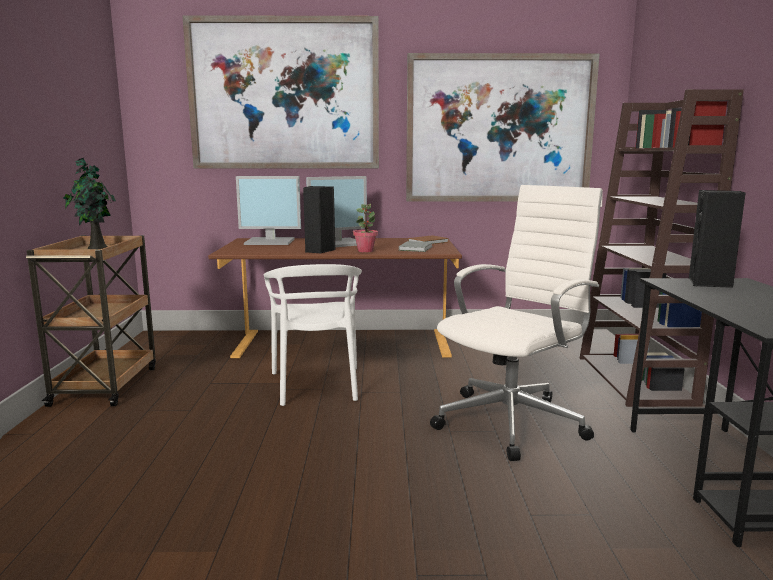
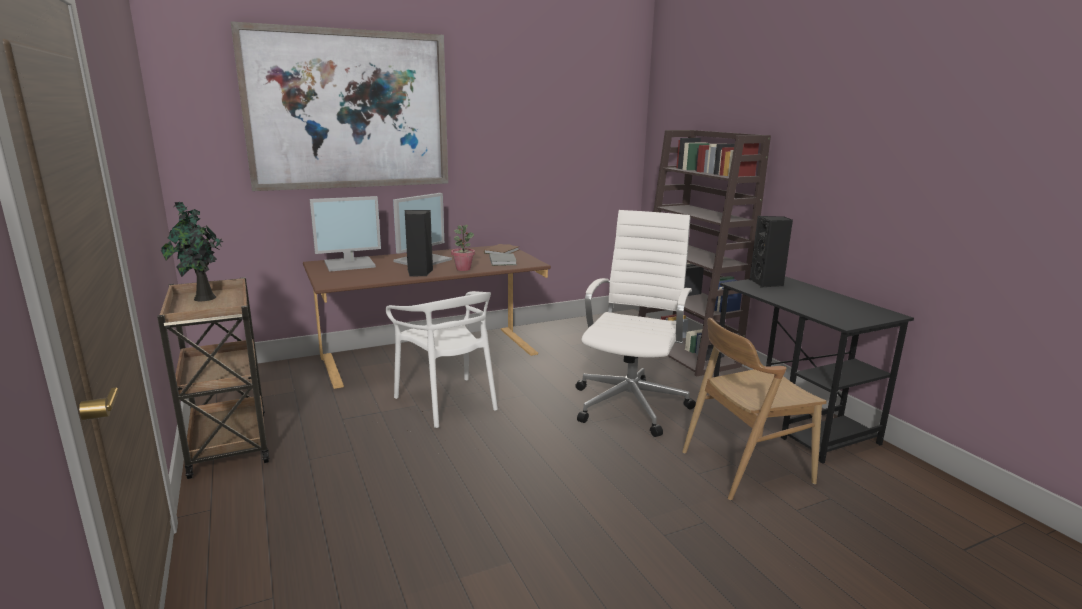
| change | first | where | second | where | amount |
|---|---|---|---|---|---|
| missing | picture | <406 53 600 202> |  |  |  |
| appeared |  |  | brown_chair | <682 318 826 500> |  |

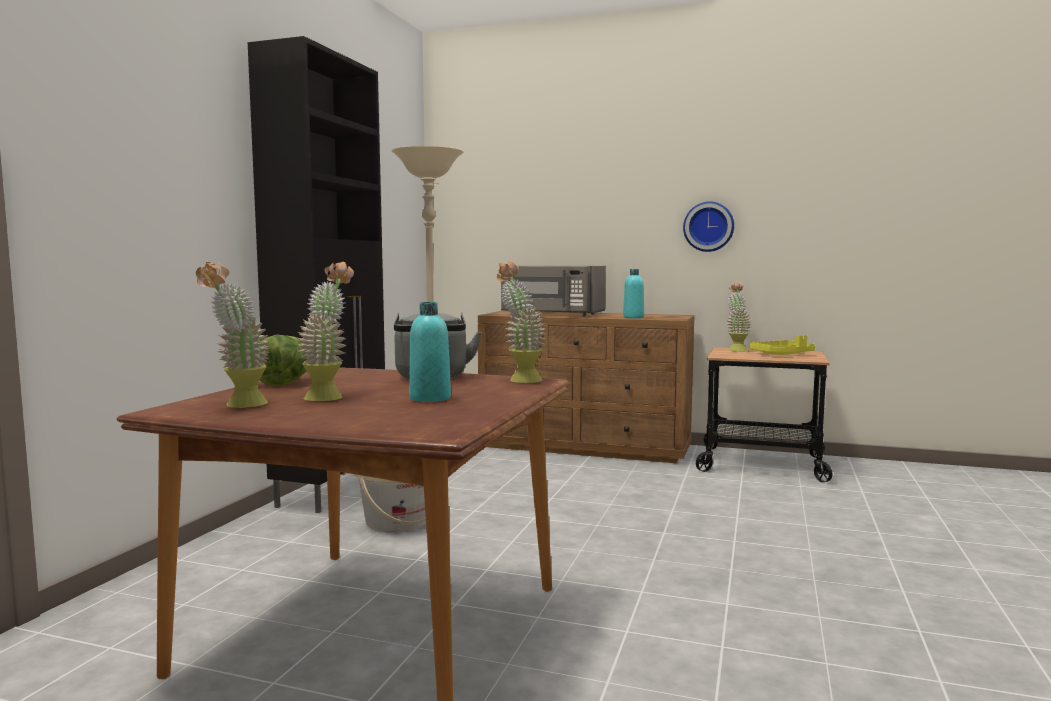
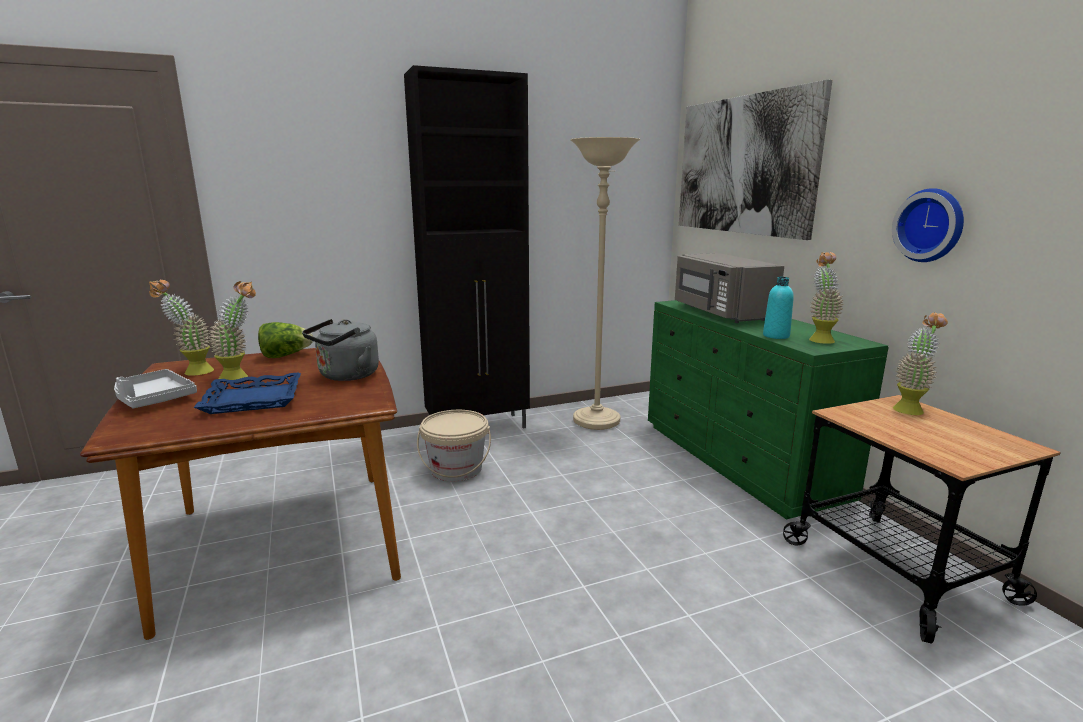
| change | first | where | second | where | amount |
|---|---|---|---|---|---|
| exchanged | turquoise_bottle | <409 302 451 402> | blue_tray | <194 373 301 414> |  |
| colour | brown_dresser | <478 311 694 463> | green_dresser | <648 300 889 520> |  |
| relocated | potted_plant | <497 261 547 383> |  | <809 252 844 344> |  |
| missing | yellow_tray | <750 335 815 355> |  |  |  |
| appeared |  |  | grey_tray | <114 369 197 408> |  |
| appeared |  |  | picture | <679 80 832 240> |  |

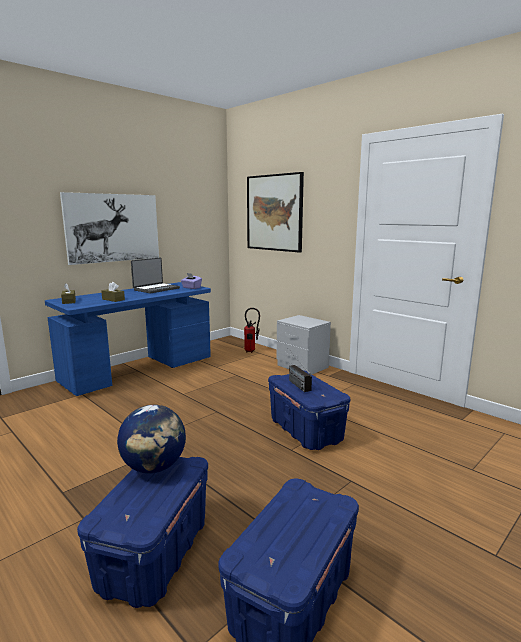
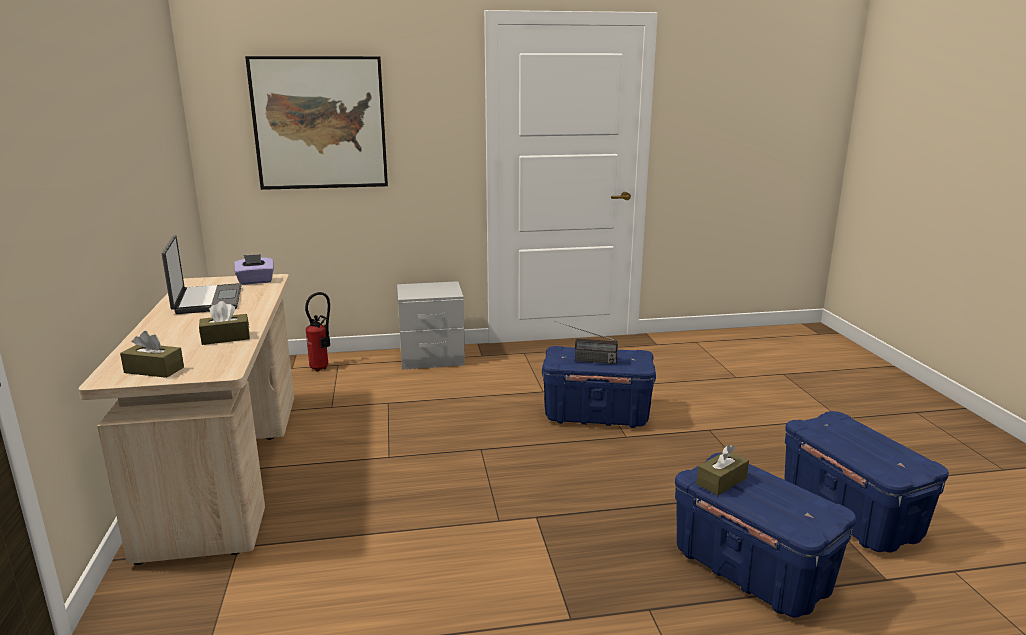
| change | first | where | second | where | amount |
|---|---|---|---|---|---|
| colour | blue_desk | <45 282 211 396> | beige_desk | <78 274 294 565> |  |
| missing | picture | <60 192 159 265> |  |  |  |
| exchanged | globe | <117 405 186 474> | brown_tissue_box | <697 445 749 495> |  |

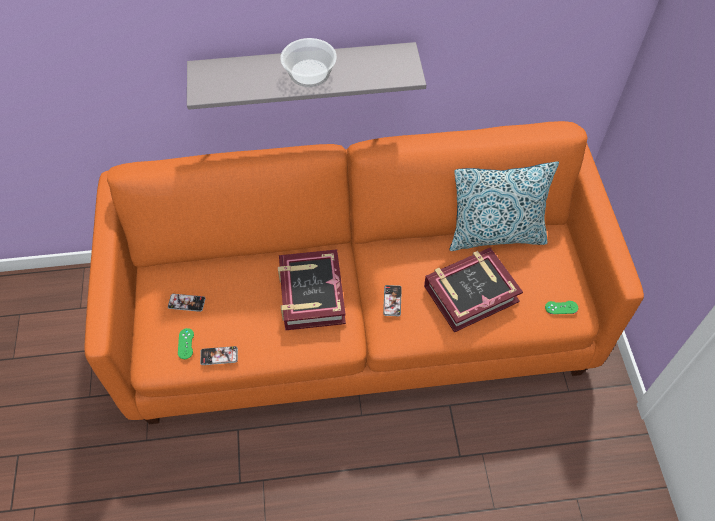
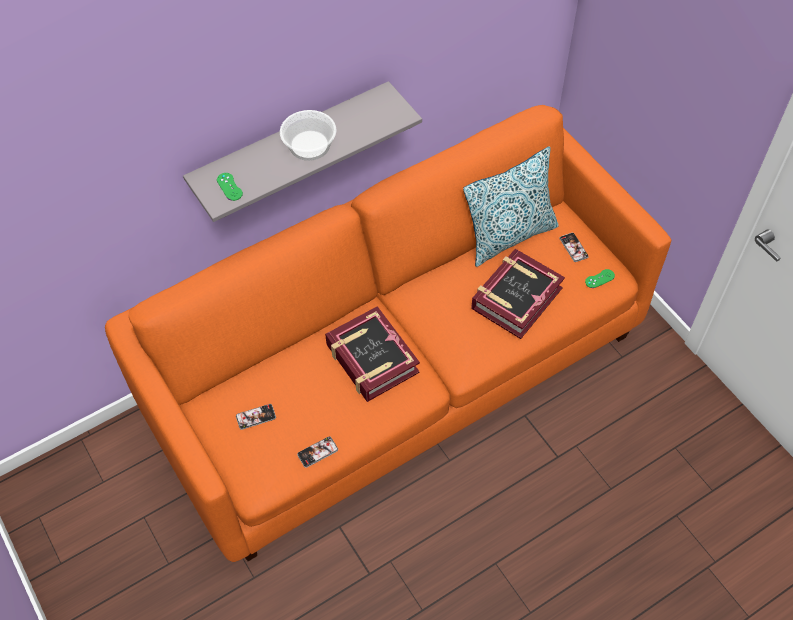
| change | first | where | second | where | amount |
|---|---|---|---|---|---|
| relocated | green_game_controller | <178 328 194 359> |  | <217 173 243 201> |  |
| relocated | phone | <383 285 402 316> |  | <559 233 589 262> |  |

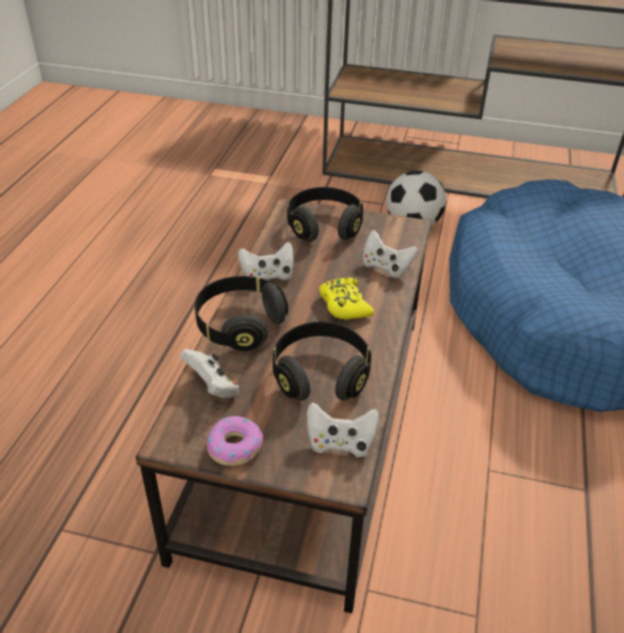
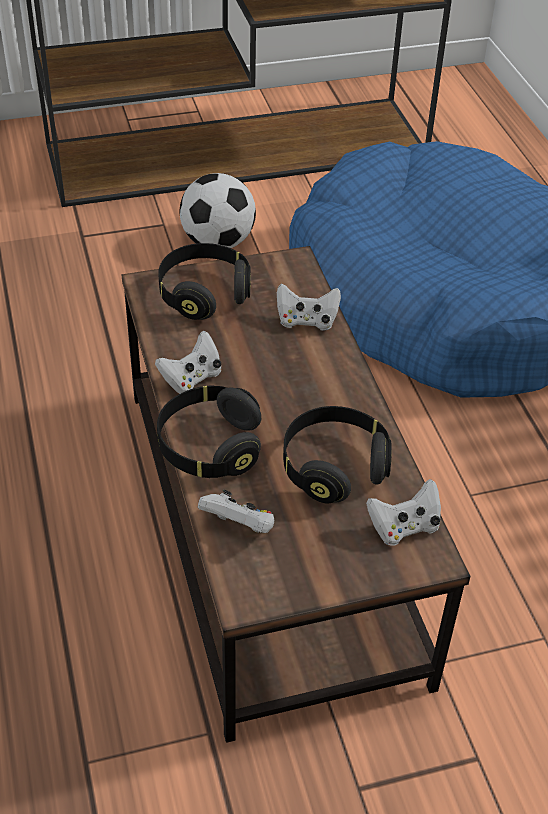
| change | first | where | second | where | amount |
|---|---|---|---|---|---|
| missing | donut | <207 416 263 466> |  |  |  |
| missing | yellow_game_controller | <319 278 374 320> |  |  |  |

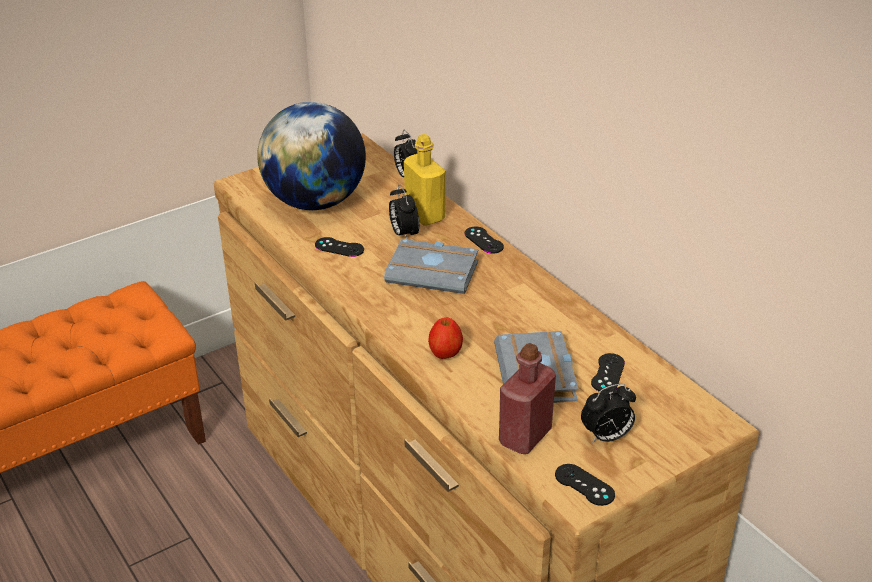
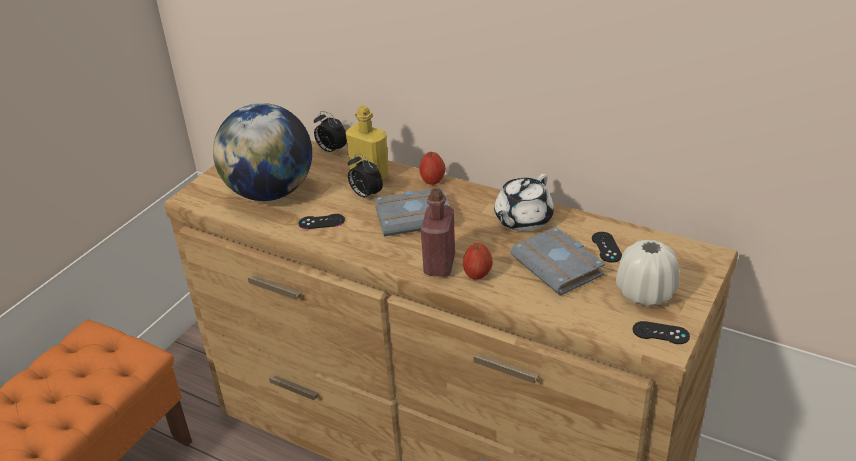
| change | first | where | second | where | amount |
|---|---|---|---|---|---|
| exchanged | black_game_controller | <464 226 504 254> | apple | <420 152 446 185> |  |
| relocated | red_bottle | <499 343 556 454> |  | <421 188 455 277> |  |
| exchanged | alarm_clock | <581 383 636 443> | white_vase | <616 240 680 306> |  |
| appeared |  |  | white_teapot | <494 174 554 231> |  |

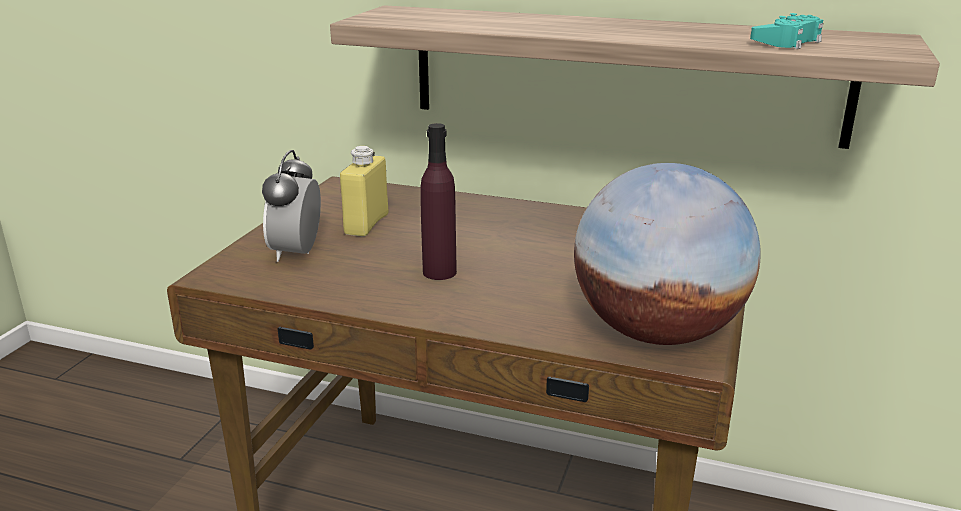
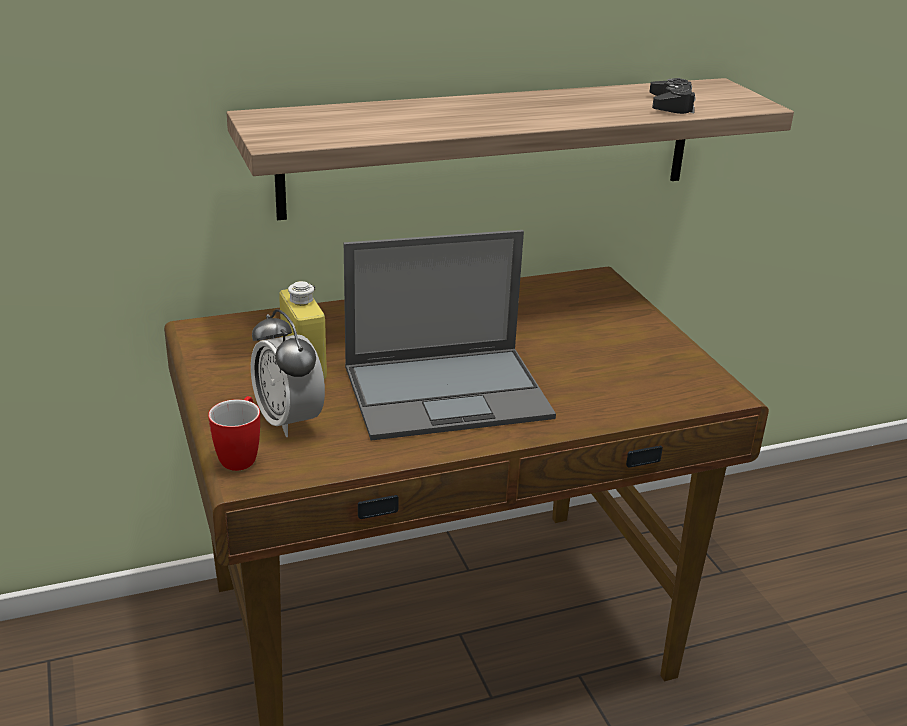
| change | first | where | second | where | amount |
|---|---|---|---|---|---|
| exchanged | purple_bottle | <420 123 457 280> | laptop | <344 230 556 441> |  |
| missing | globe | <574 163 761 345> |  |  |  |
| colour | turquoise_game_controller | <750 13 823 49> | black_game_controller | <649 78 696 114> |  |
| appeared |  |  | mug | <208 396 260 471> |  |

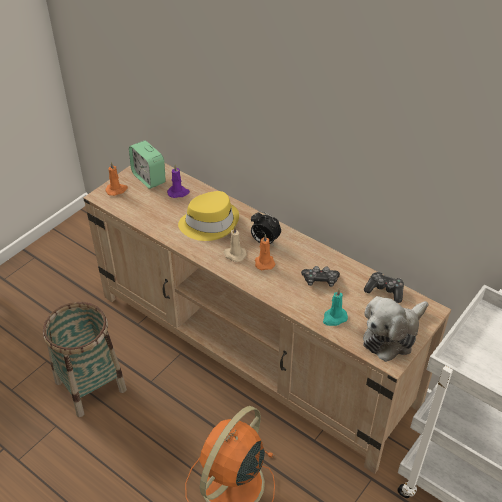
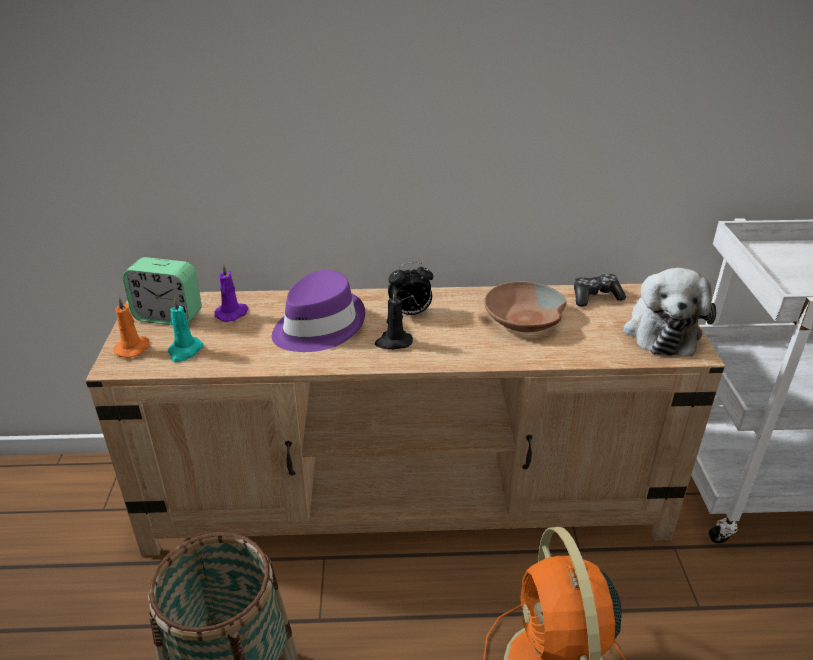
| change | first | where | second | where | amount |
|---|---|---|---|---|---|
| colour | yellow_hat | <178 191 239 241> | purple_hat | <272 270 365 352> |  |
| colour | beige_candle | <223 226 247 262> | black_candle | <375 289 413 350> |  |
| missing | orange_candle | <255 234 276 270> |  |  |  |
| exchanged | game_controller | <301 266 340 287> | brown_bowl | <484 281 567 332> |  |
| relocated | turquoise_candle | <323 289 348 326> |  | <168 297 203 362> |  |

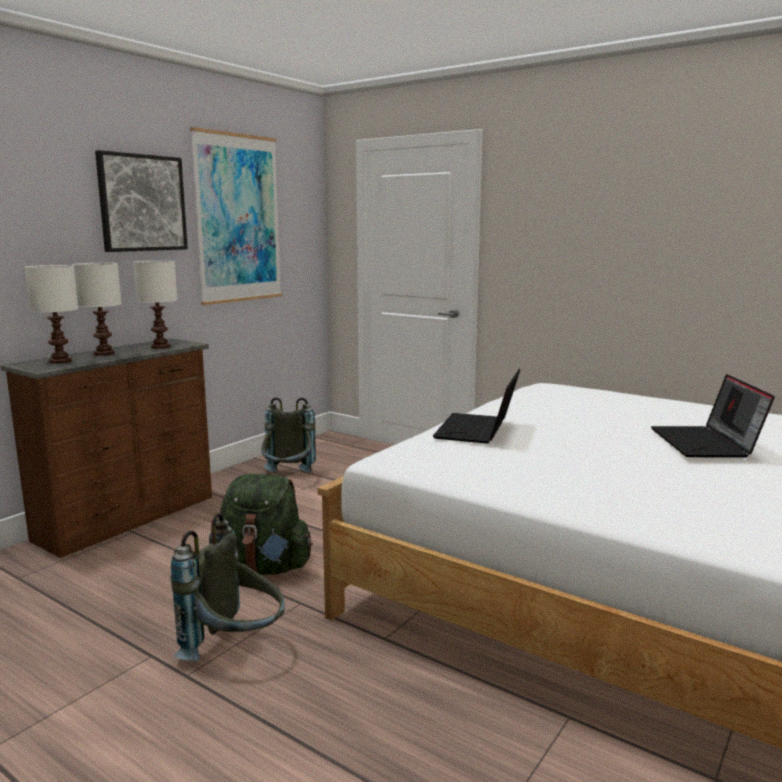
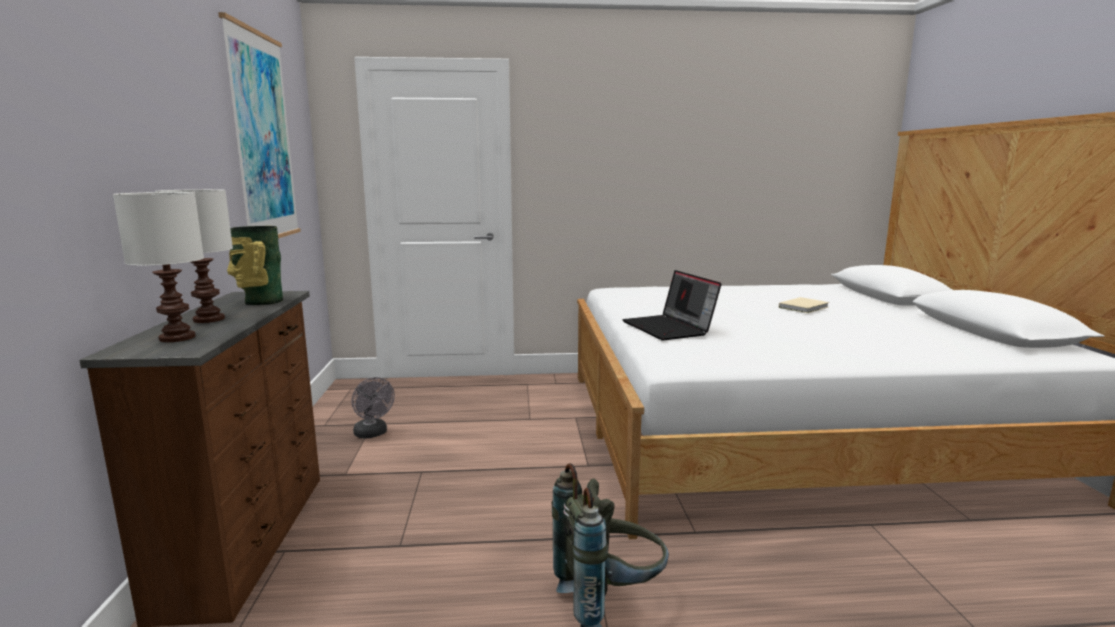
| change | first | where | second | where | amount |
|---|---|---|---|---|---|
| missing | picture | <95 150 188 252> |  |  |  |
| exchanged | white_table_lamp | <133 261 177 349> | vase | <227 226 283 305> |  |
| missing | green_backpack | <216 474 313 575> |  |  |  |
| exchanged | grey_backpack | <261 397 316 473> | grey_fan | <352 377 395 438> |  |
| exchanged | laptop | <651 374 775 458> | beige_book | <779 297 829 313> |  |

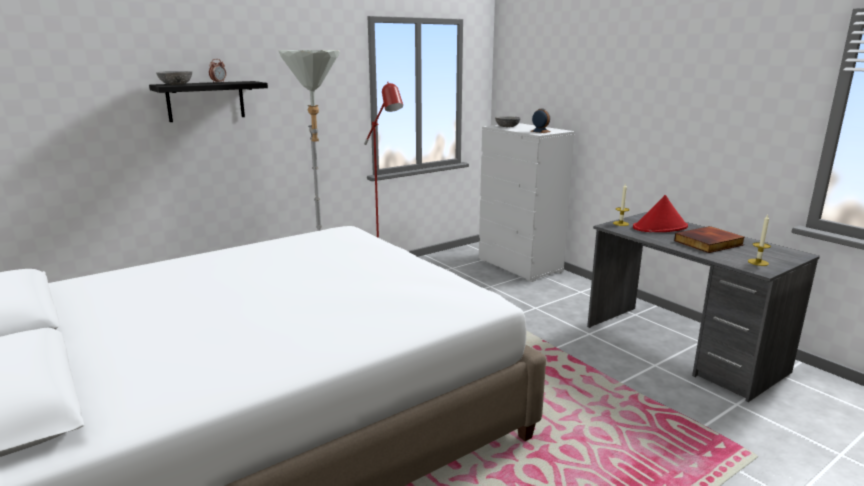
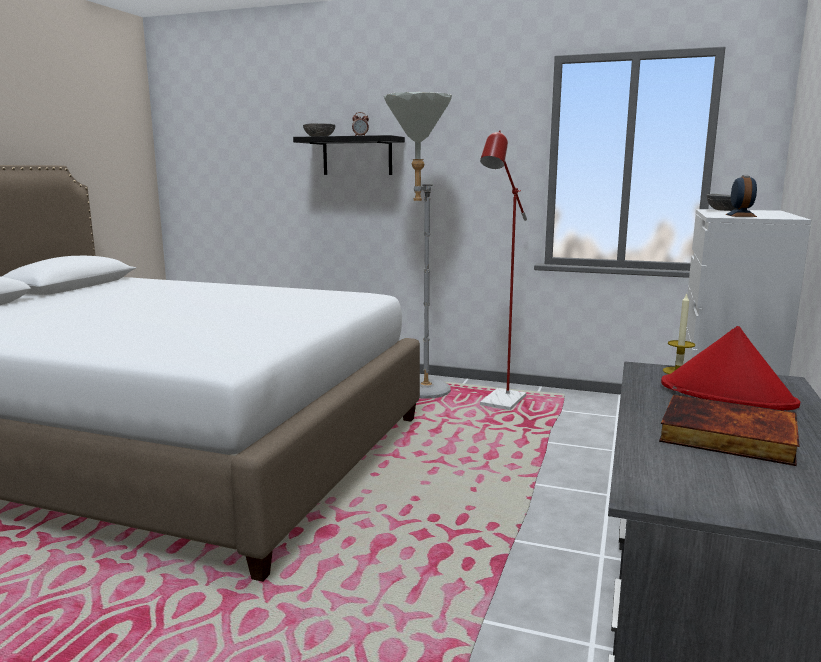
| change | first | where | second | where | amount |
|---|---|---|---|---|---|
| missing | candle | <748 214 771 266> |  |  |  |

